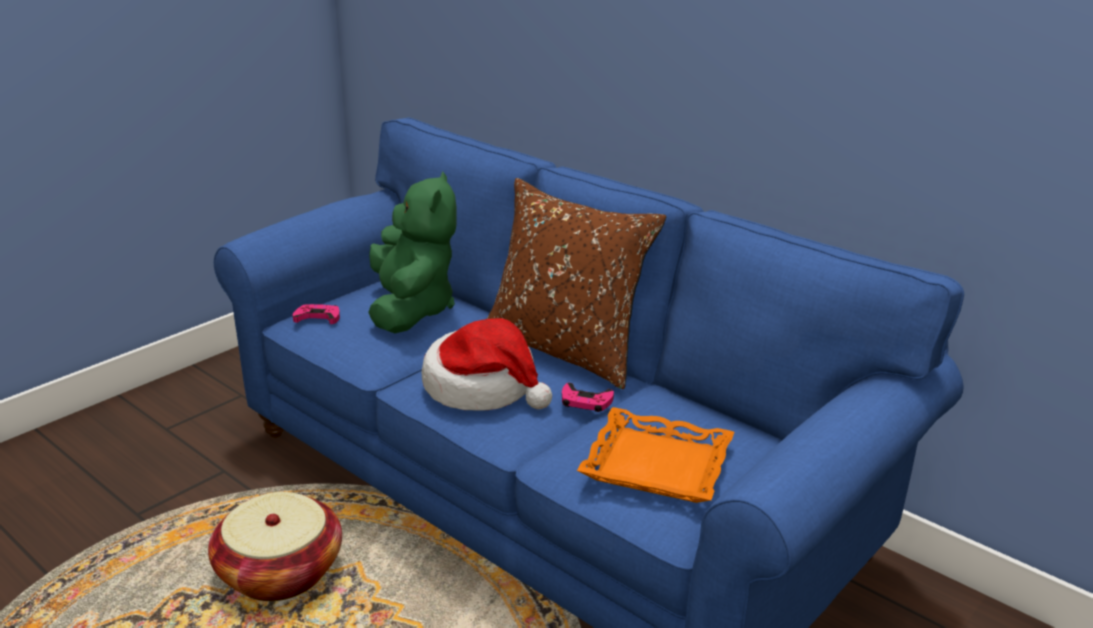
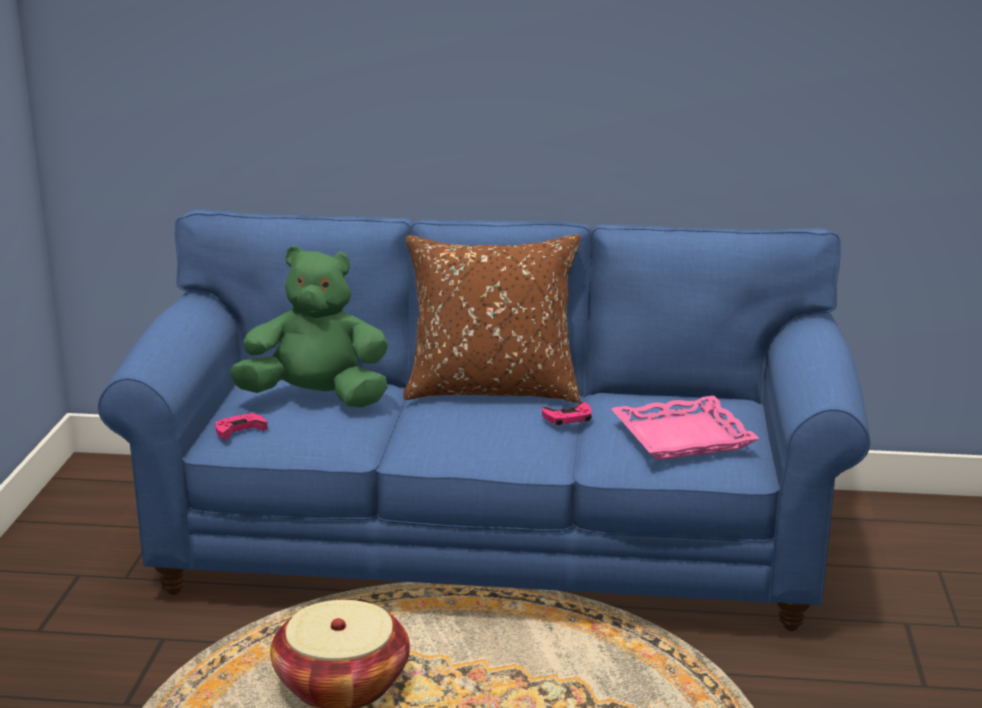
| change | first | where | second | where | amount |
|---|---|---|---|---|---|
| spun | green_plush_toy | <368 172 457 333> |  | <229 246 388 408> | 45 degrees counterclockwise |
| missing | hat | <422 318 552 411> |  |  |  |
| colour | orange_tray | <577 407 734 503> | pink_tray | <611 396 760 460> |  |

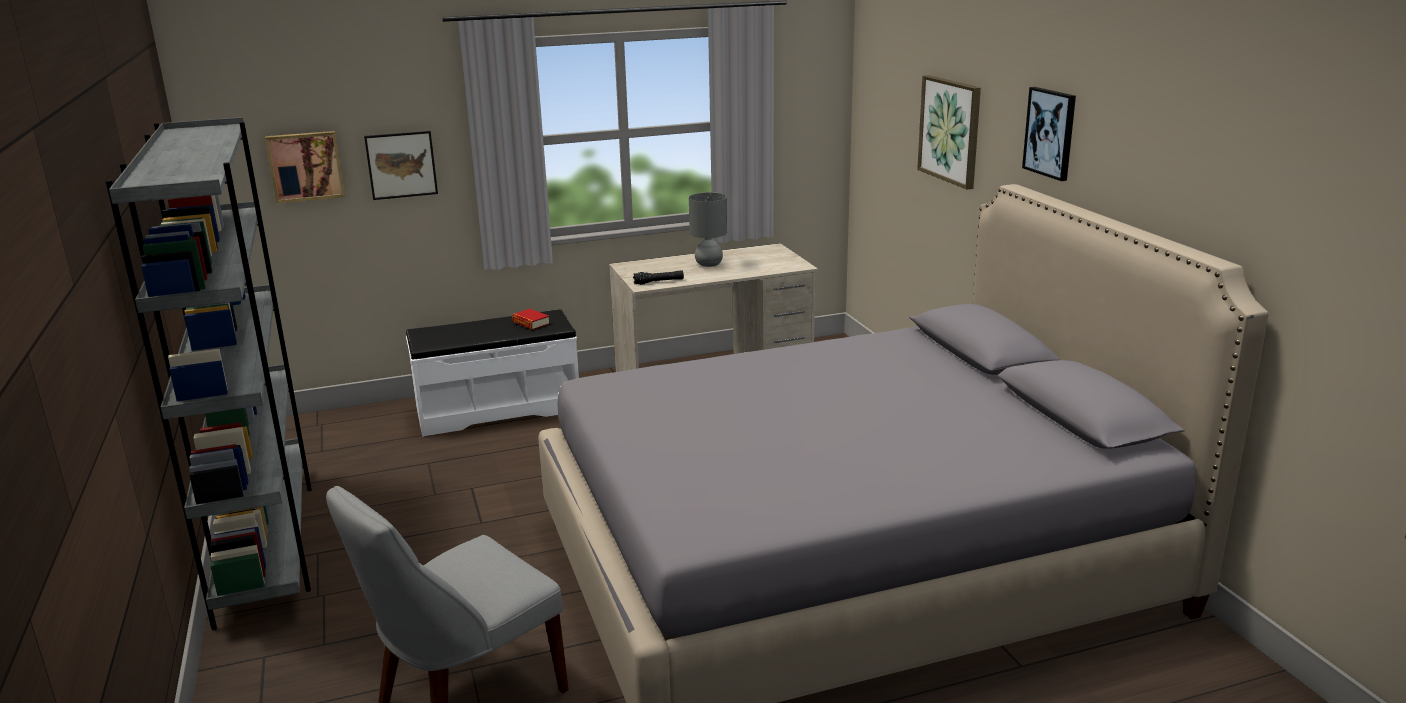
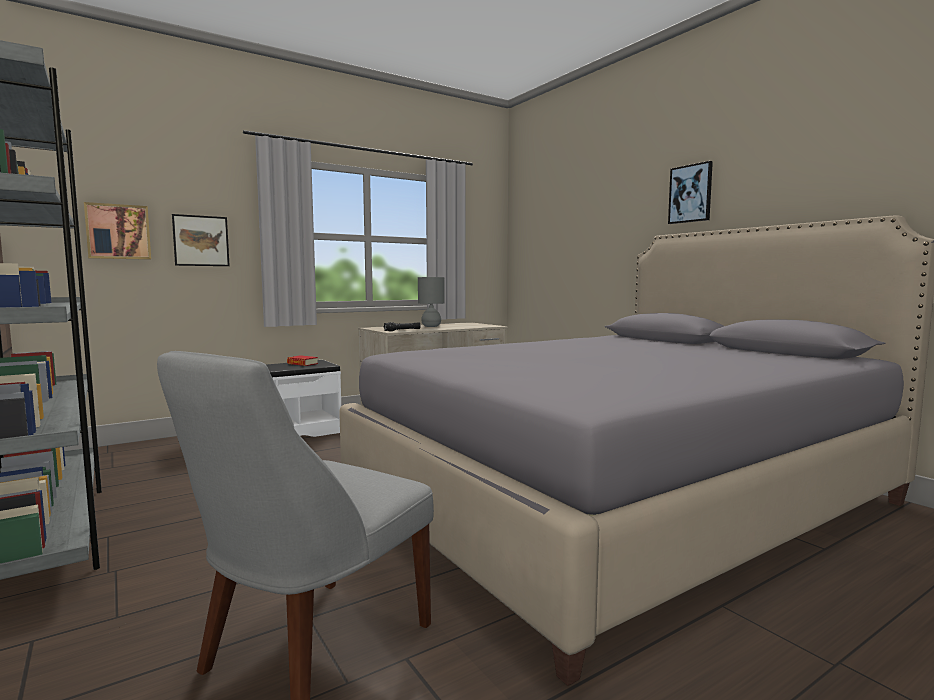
| change | first | where | second | where | amount |
|---|---|---|---|---|---|
| missing | picture | <917 75 981 190> |  |  |  |

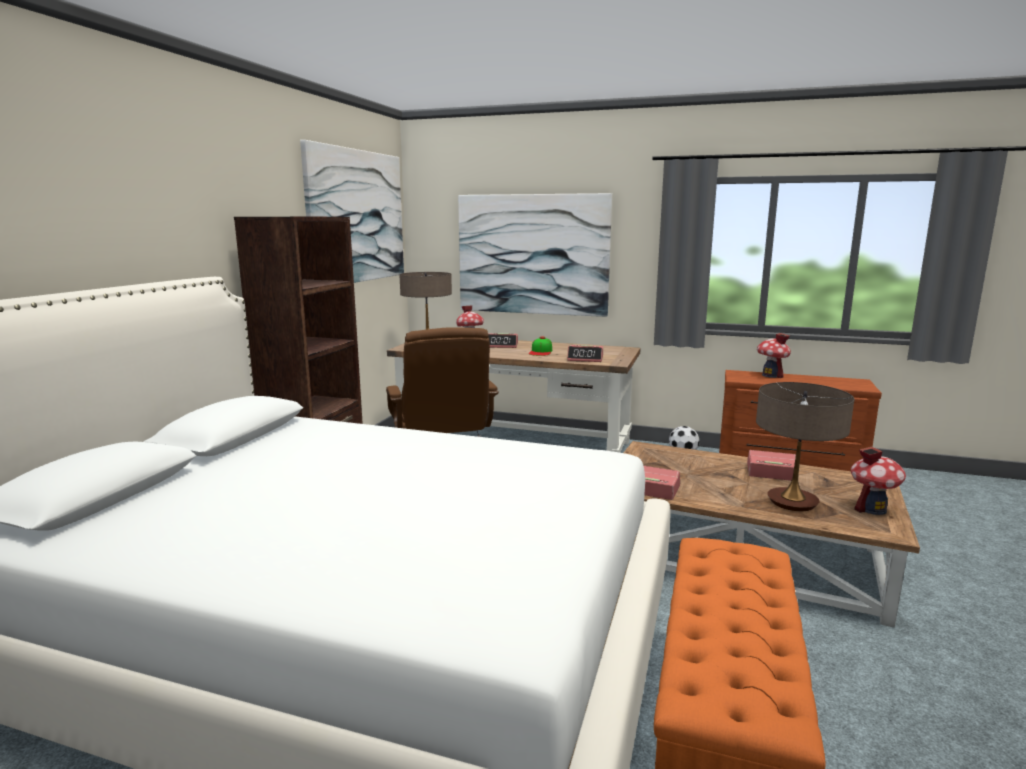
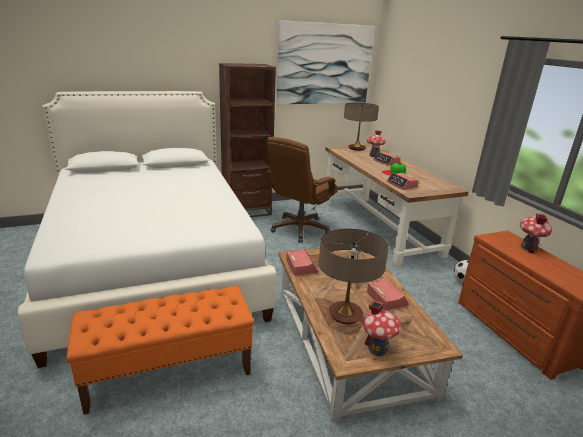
| change | first | where | second | where | amount |
|---|---|---|---|---|---|
| missing | picture | <458 193 612 317> |  |  |  |

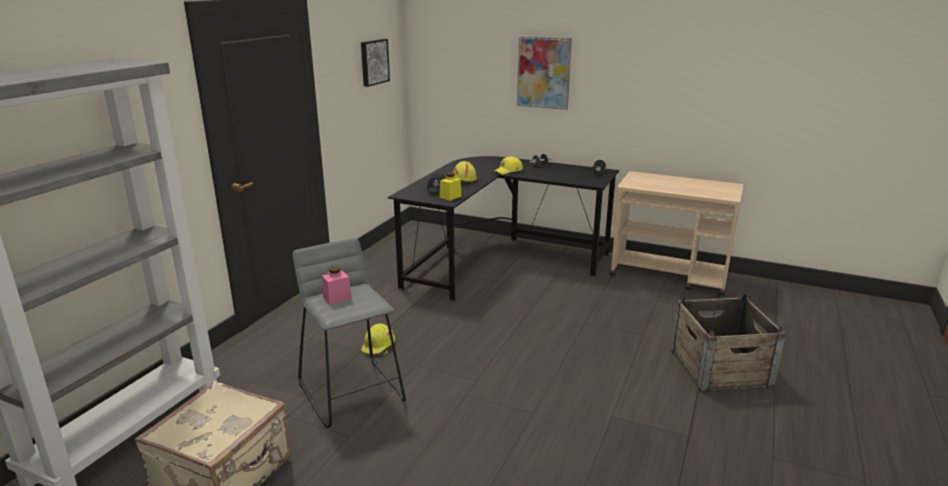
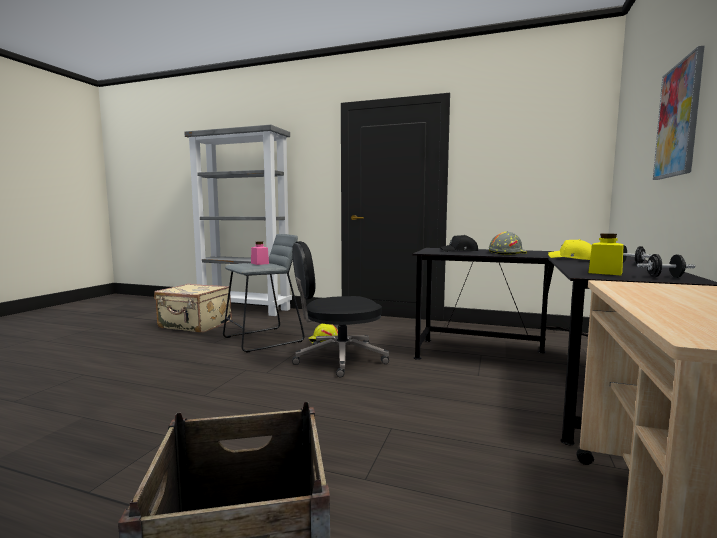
| change | first | where | second | where | amount |
|---|---|---|---|---|---|
| missing | picture | <361 39 390 87> |  |  |  |
| relocated | yellow_jar | <440 172 462 201> |  | <588 233 624 275> |  |
| colour | yellow_hard_hat | <453 161 477 183> | grey_hard_hat | <489 232 527 255> |  |
| appeared |  |  | black_office_chair | <292 241 389 378> |  |

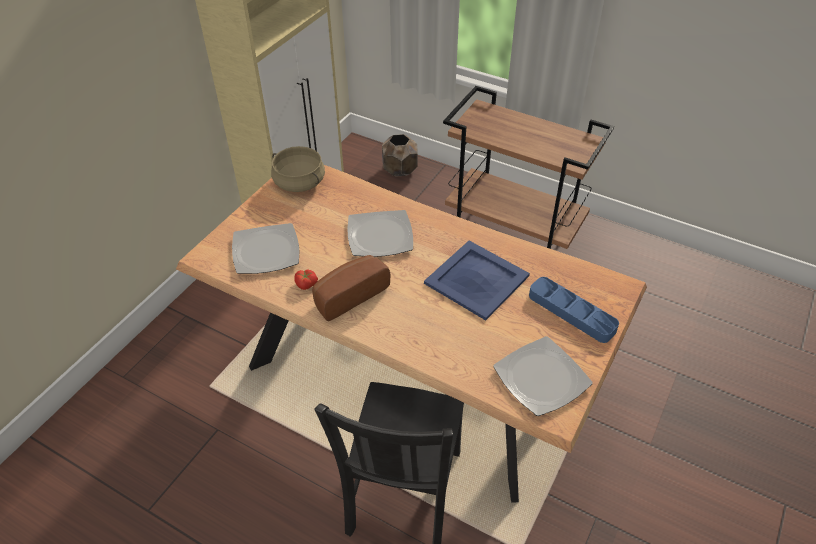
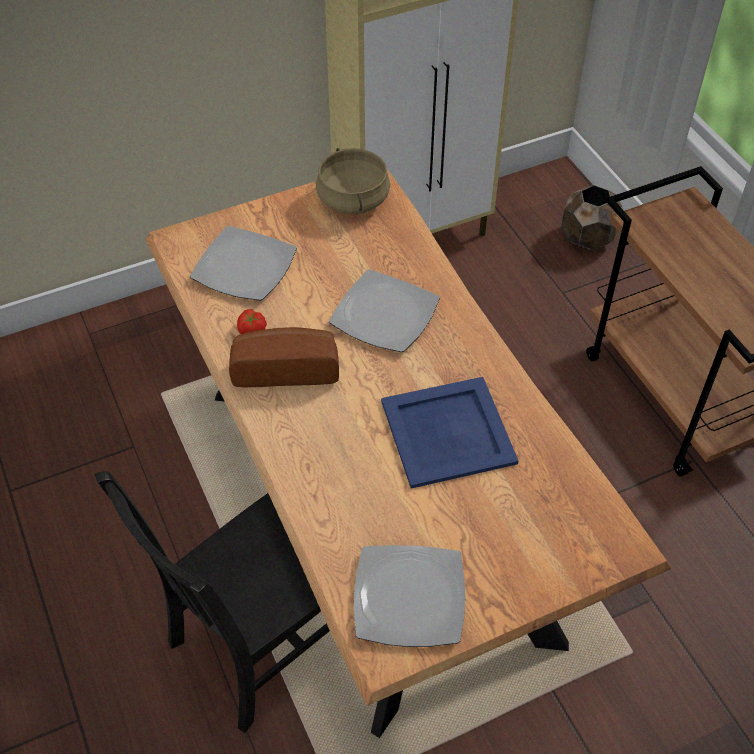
| change | first | where | second | where | amount |
|---|---|---|---|---|---|
| missing | blue_tray | <529 277 619 343> |  |  |  |

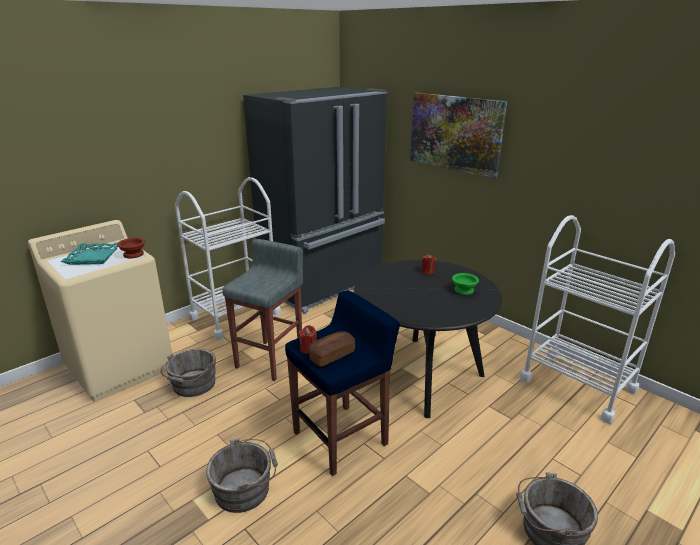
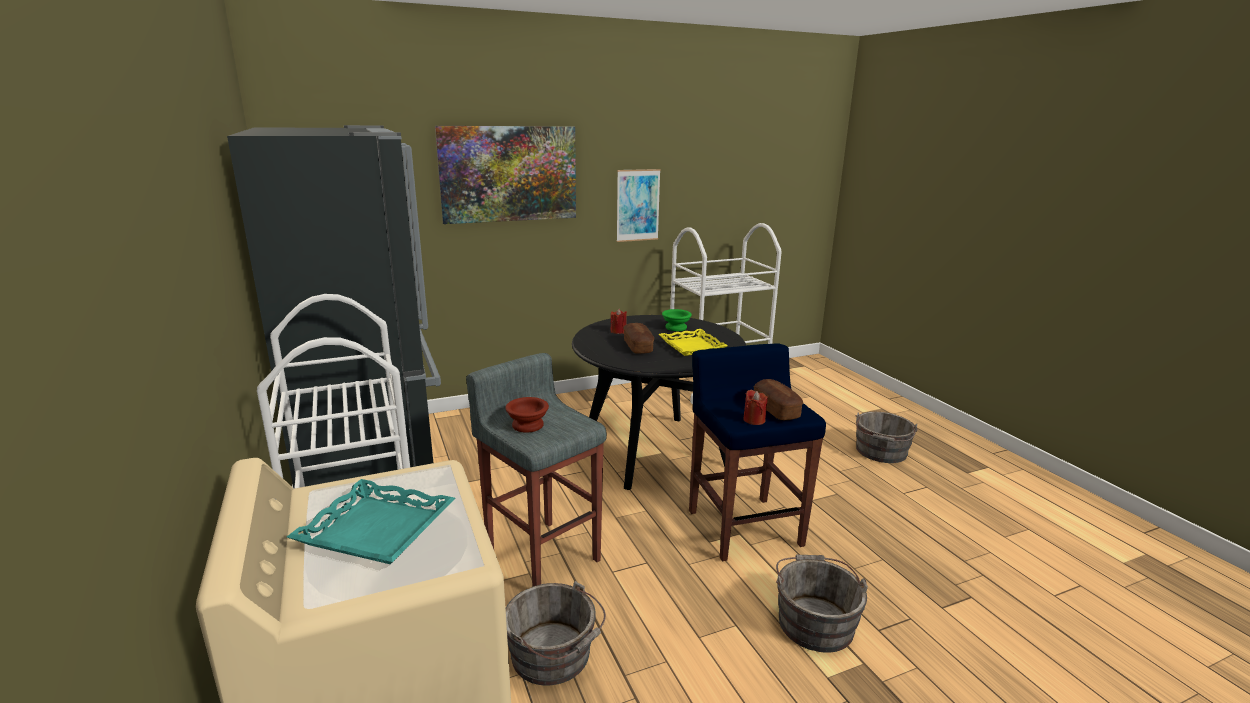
| change | first | where | second | where | amount |
|---|---|---|---|---|---|
| relocated | brown_bowl | <117 238 145 258> |  | <505 397 549 433> |  |
| appeared |  |  | picture | <616 169 661 242> |  |
| appeared |  |  | bread | <623 323 654 354> |  |
| appeared |  |  | yellow_tray | <659 329 728 356> |  |

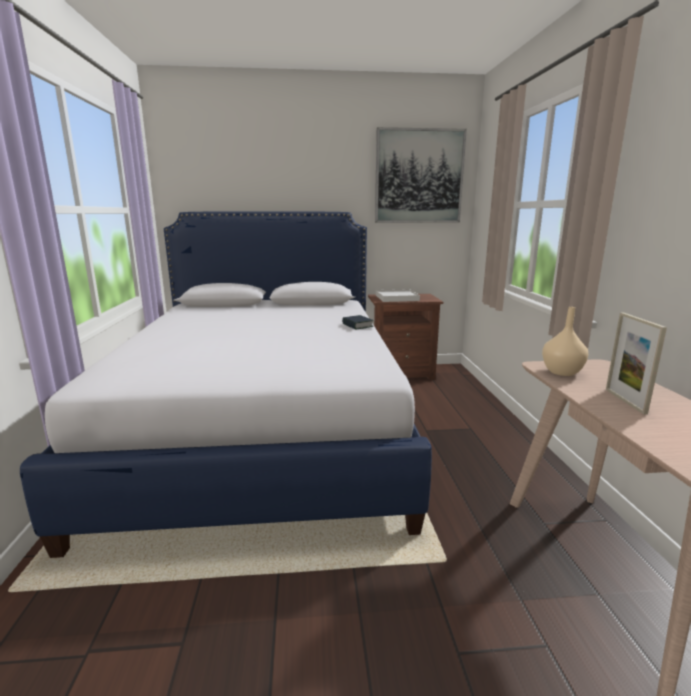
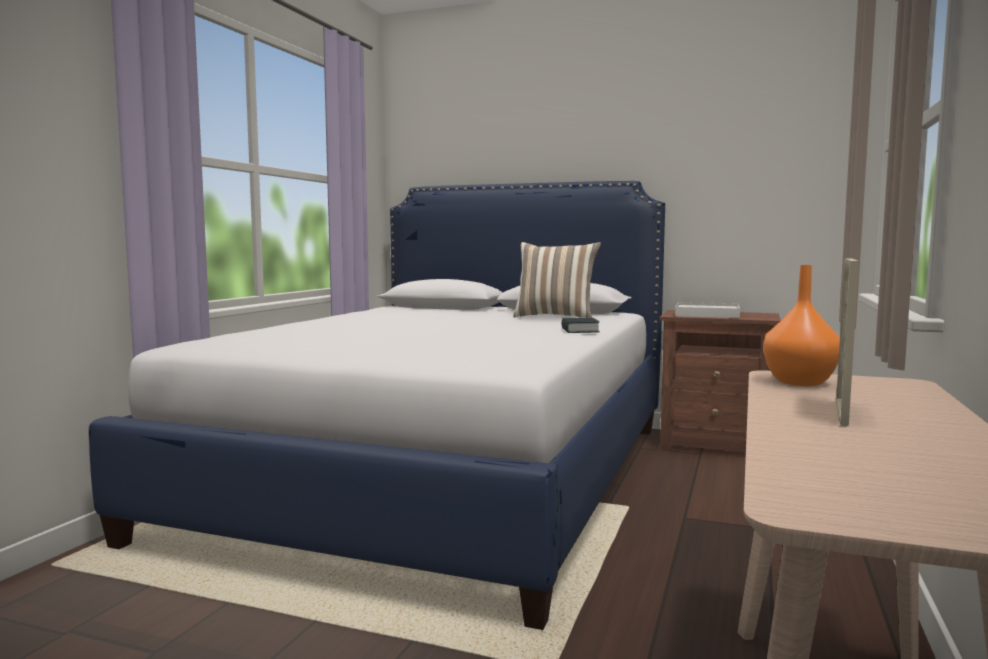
| change | first | where | second | where | amount |
|---|---|---|---|---|---|
| missing | picture | <375 127 467 223> |  |  |  |
| colour | beige_vase | <542 307 588 376> | orange_vase | <763 265 840 386> |  |
| appeared |  |  | pillow | <513 242 601 318> |  |

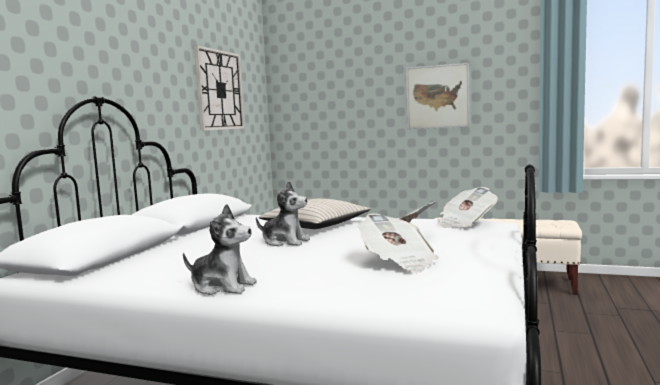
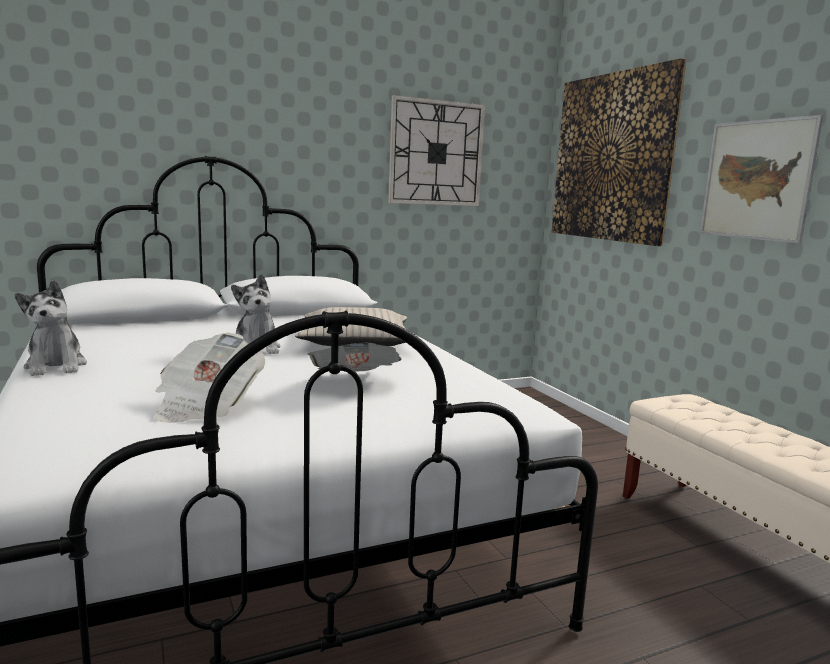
| change | first | where | second | where | amount |
|---|---|---|---|---|---|
| missing | newspaper | <436 187 498 228> |  |  |  |
| appeared |  |  | picture | <552 58 686 246> |  |

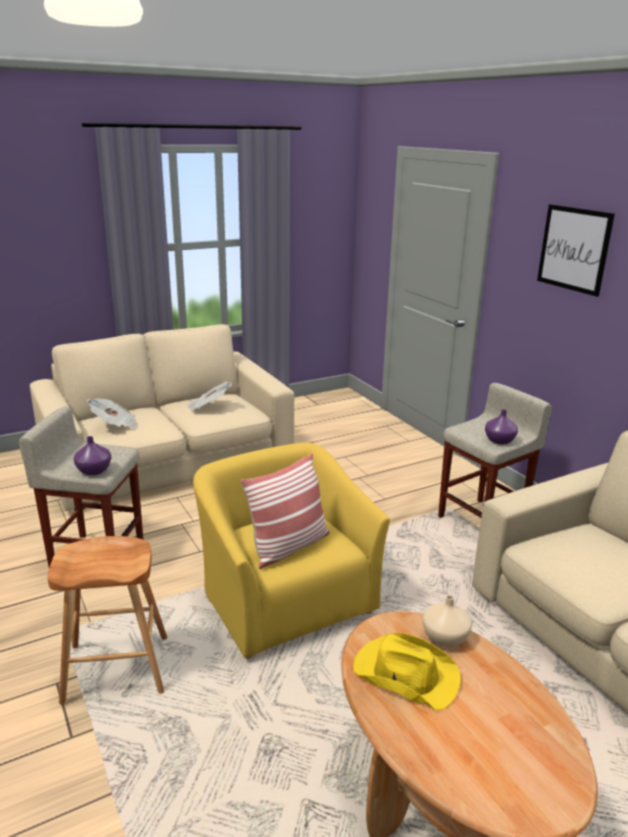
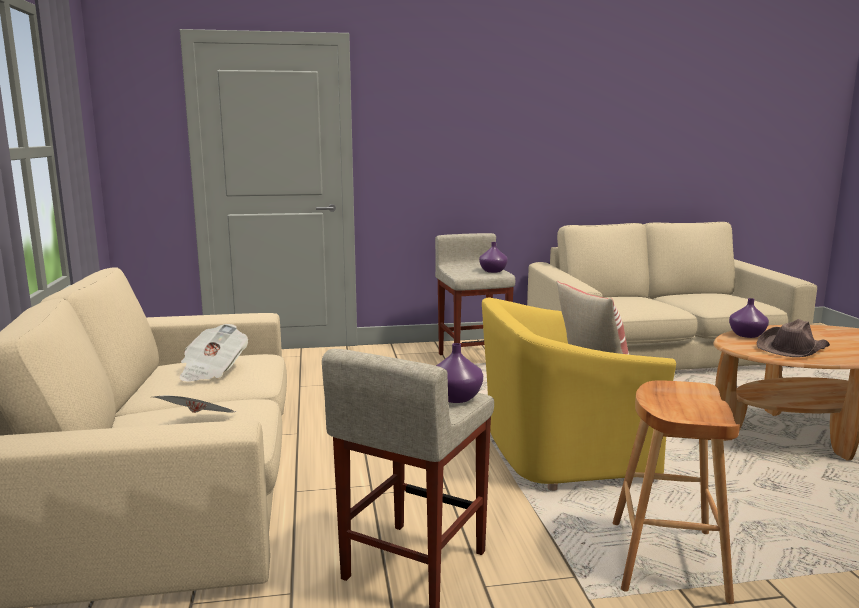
| change | first | where | second | where | amount |
|---|---|---|---|---|---|
| colour | yellow_hat | <353 633 461 711> | brown_hat | <757 319 830 357> |  |
| colour | beige_vase | <423 595 472 647> | purple_vase | <729 298 769 338> |  |
| missing | picture | <537 204 615 297> |  |  |  |

